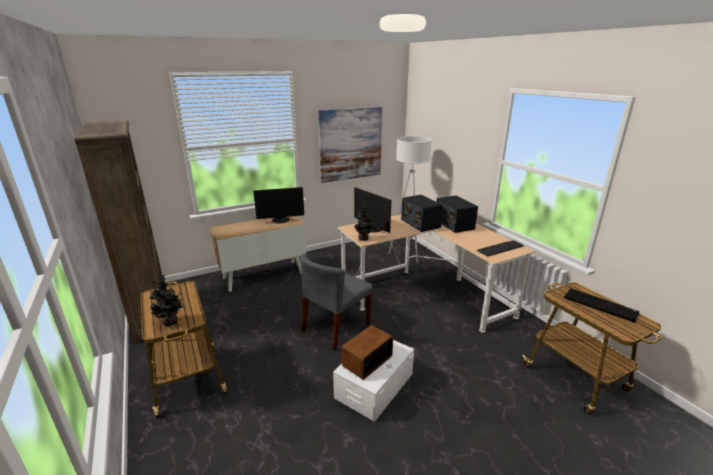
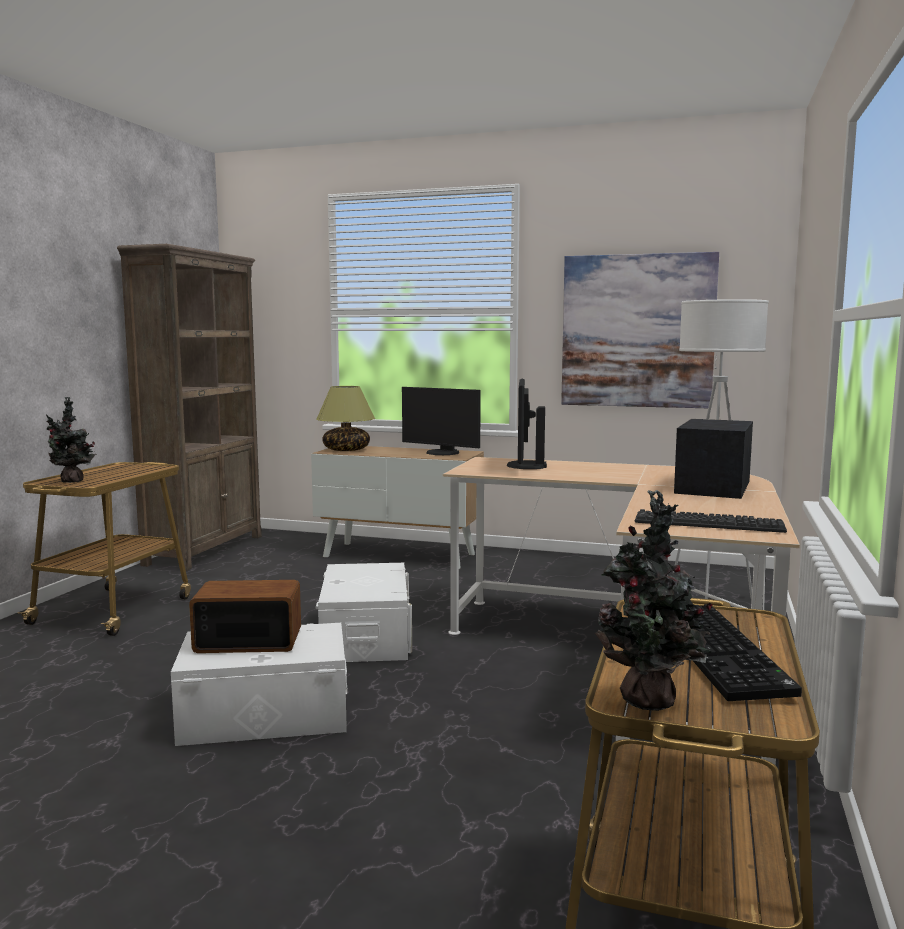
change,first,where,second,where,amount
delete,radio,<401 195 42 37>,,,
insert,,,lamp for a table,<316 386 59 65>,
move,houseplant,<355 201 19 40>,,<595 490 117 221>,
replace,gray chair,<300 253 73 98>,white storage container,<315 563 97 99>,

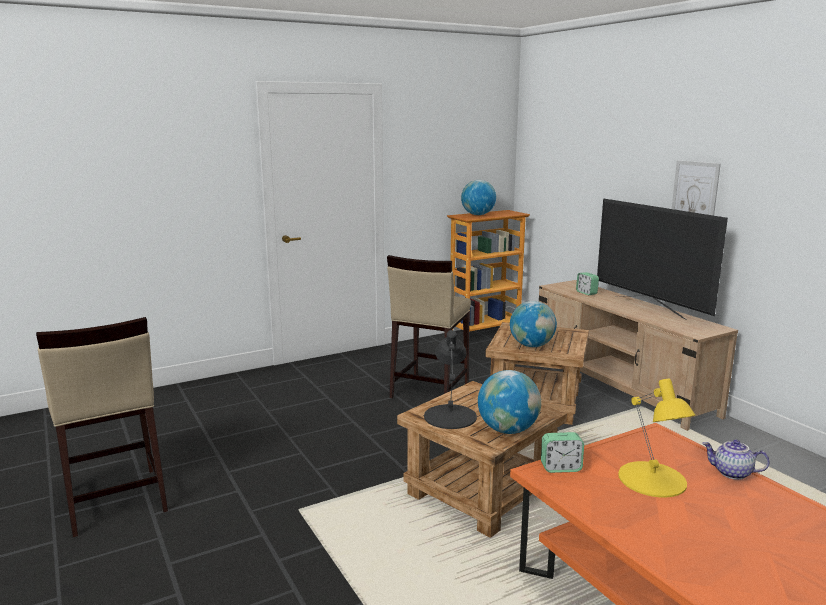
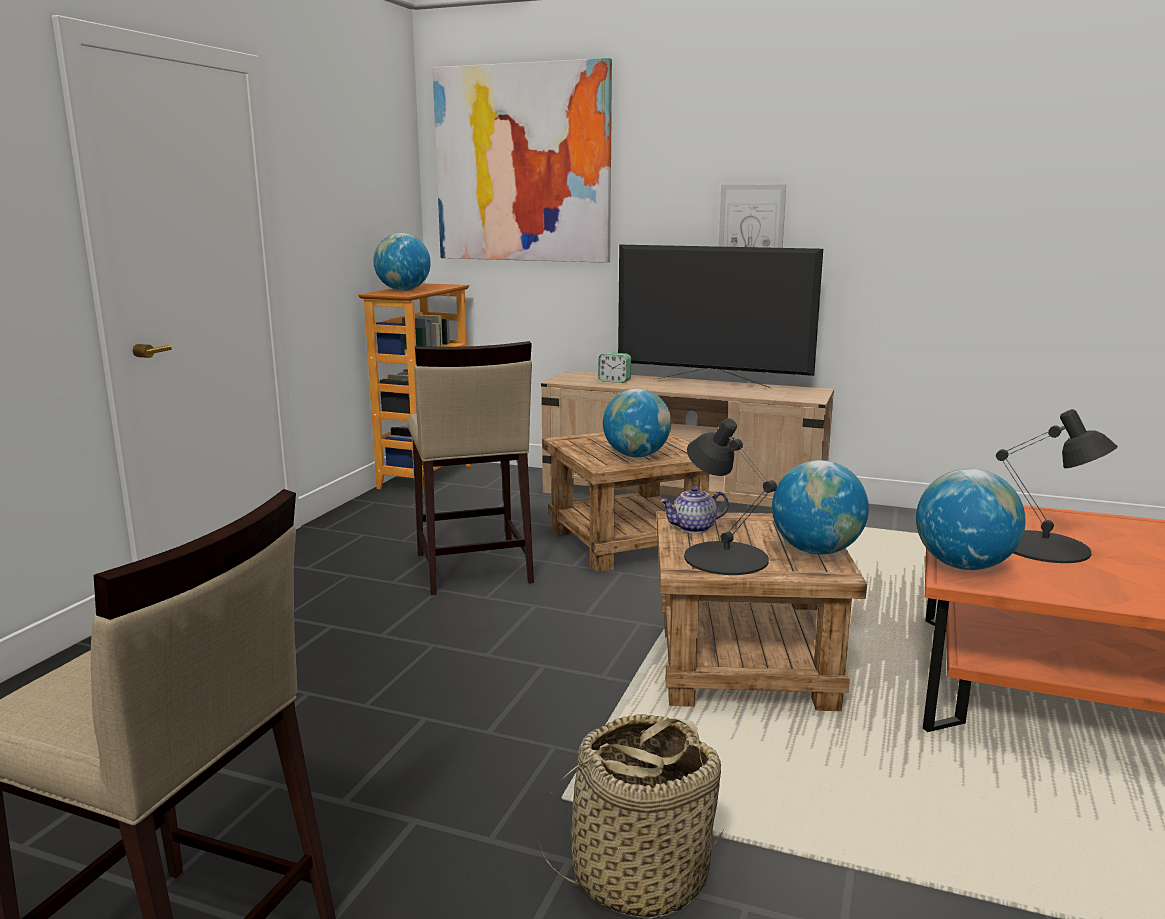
change,first,where,second,where,amount
insert,,,picture,<433 58 179 205>,
insert,,,household basket,<539 714 186 205>,
move,teapot,<702 440 68 40>,,<660 486 69 47>,
replace,alarm clock,<541 432 43 41>,world globe,<916 469 110 101>,
recolor,yellow lamp for a table,<618 379 77 119>,black-coloured lamp for a table,<996 409 122 154>,

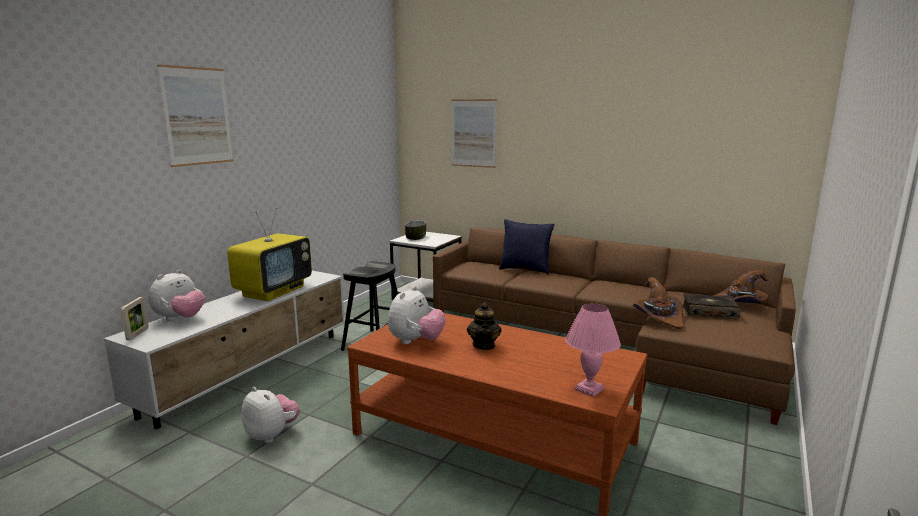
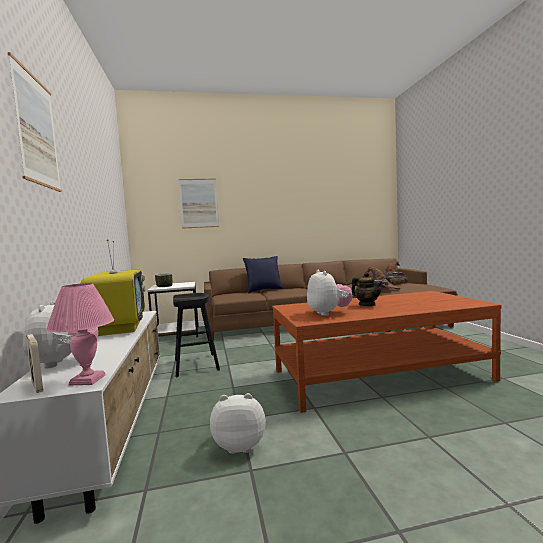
change,first,where,second,where,amount
move,pink-coloured lamp for a table,<565 303 56 94>,,<46 283 68 102>,

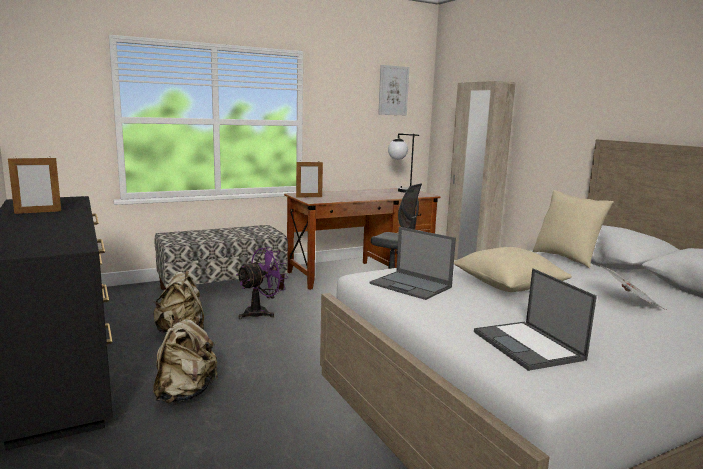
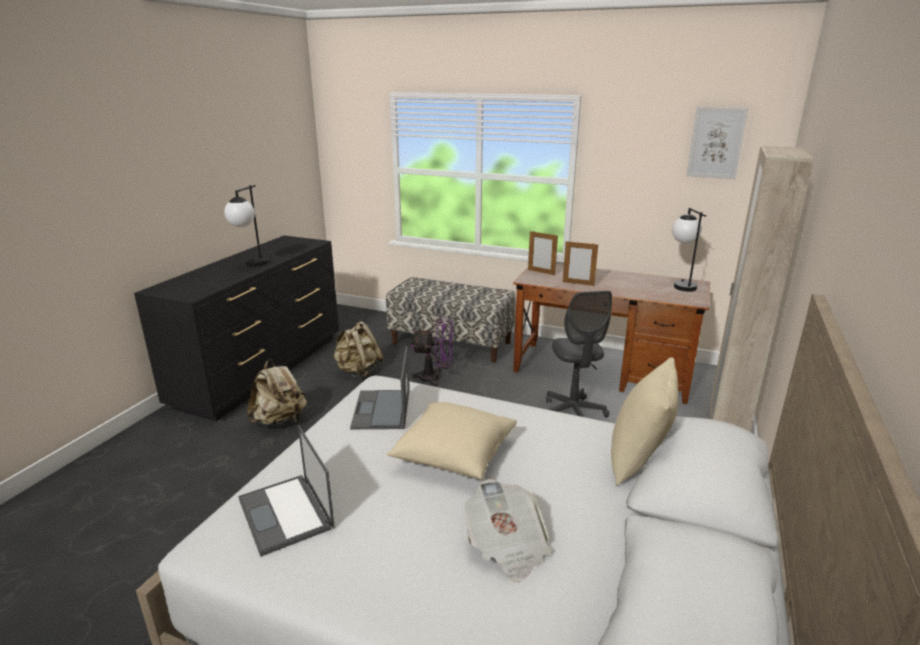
change,first,where,second,where,amount
insert,,,lamp for a table,<224 185 44 82>,
move,photo frame,<8 156 53 58>,,<563 241 35 45>,
rotate,portable computer,<474 268 123 103>,,<238 425 97 132>,60 degrees counterclockwise

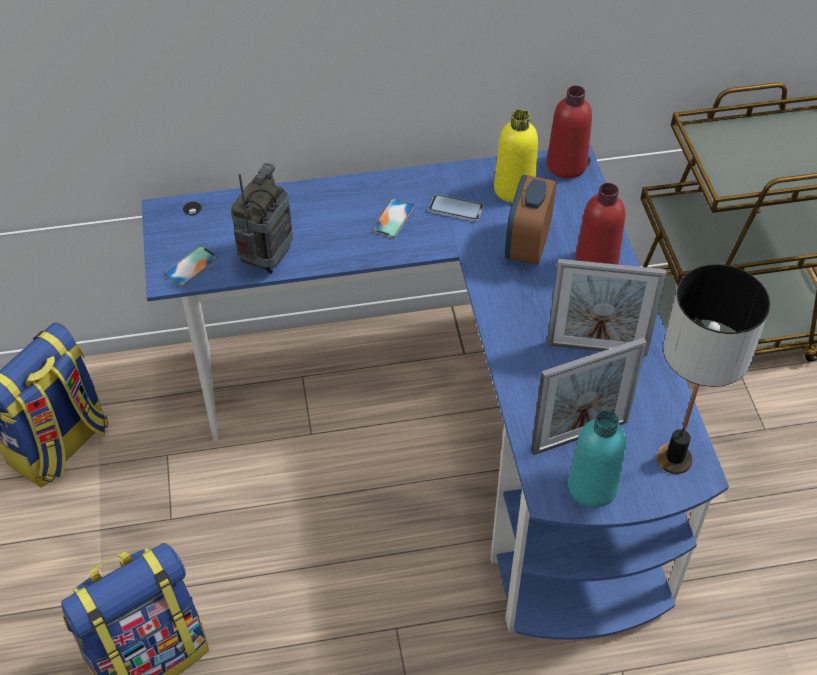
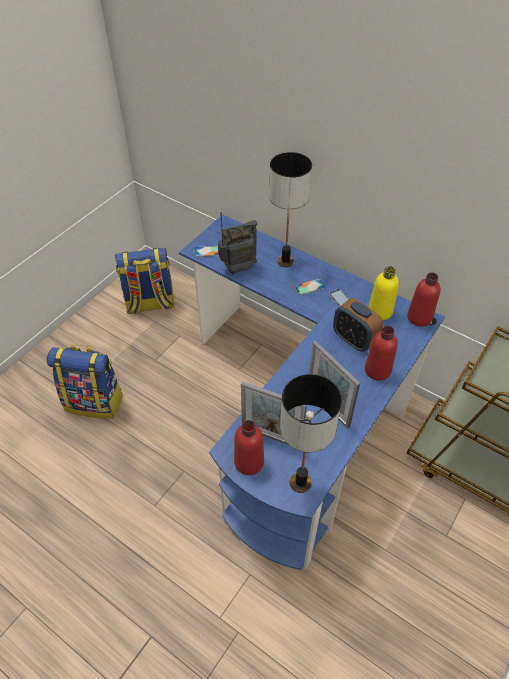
change,first,where,second,where,amount
insert,,,lamp for a table,<269 152 43 115>,
recolor,turquoise-coloured bottle,<568 410 58 98>,red-coloured bottle,<234 420 30 55>,
rotate,alarm clock,<505 175 51 90>,,<333 298 50 54>,105 degrees counterclockwise

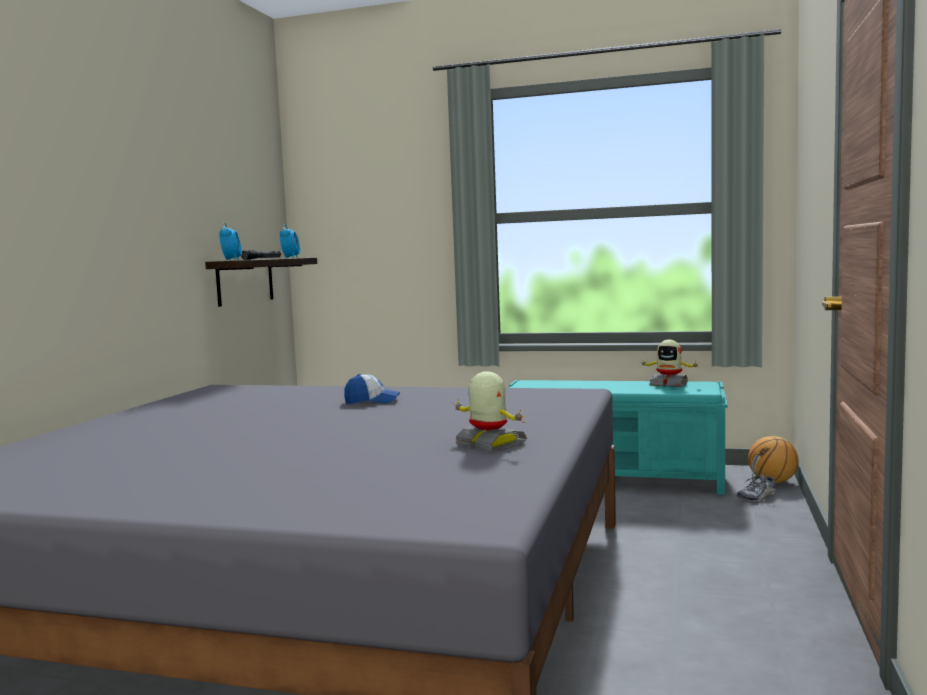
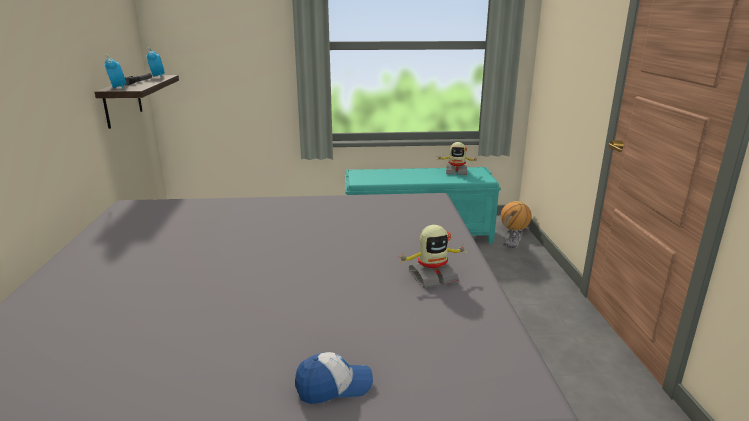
change,first,where,second,where,amount
move,peaked cap,<344 374 56 30>,,<295 352 78 52>,
rotate,robot figure,<452 371 75 80>,,<401 225 65 63>,135 degrees clockwise

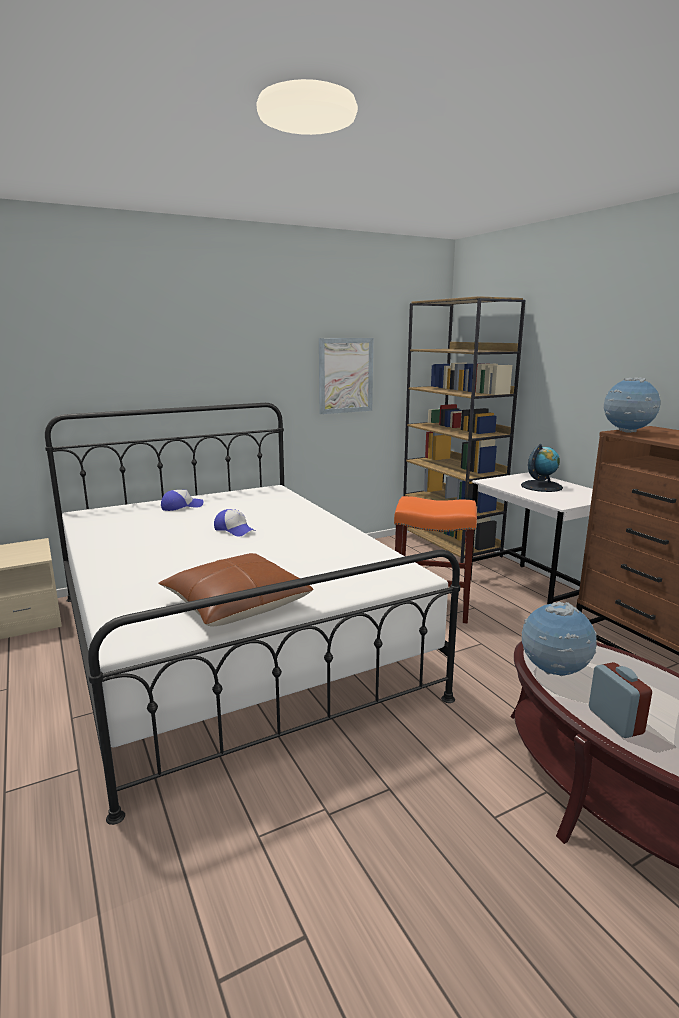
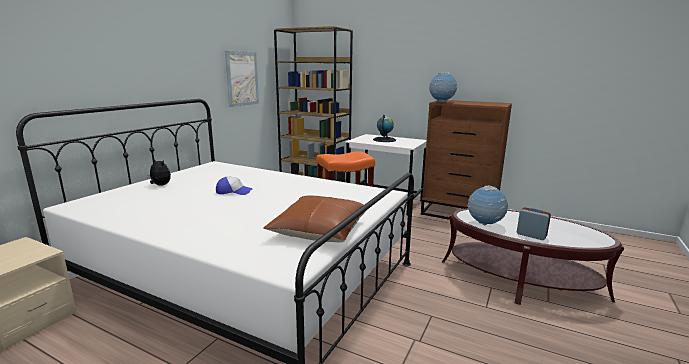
change,first,where,second,where,amount
replace,peaked cap,<161 490 42 21>,plush toy,<147 159 24 27>,

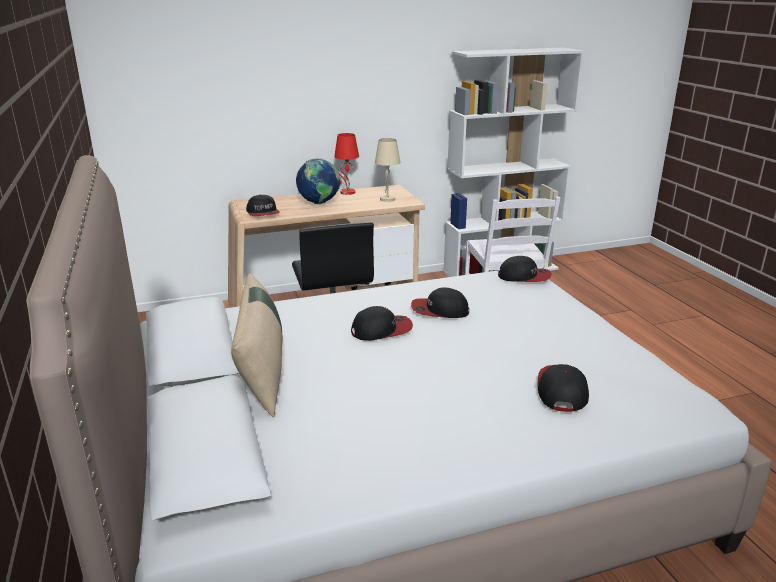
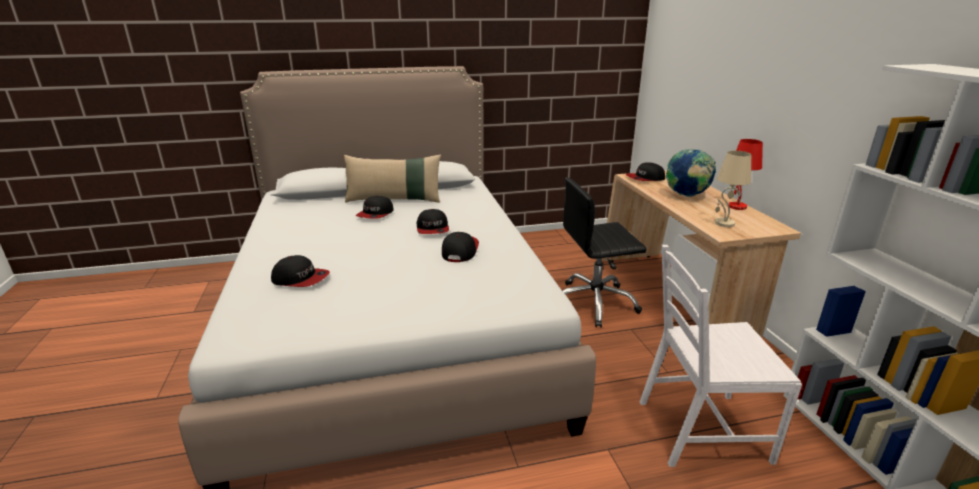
change,first,where,second,where,amount
move,peaked cap,<498 256 54 26>,,<356 196 38 23>,

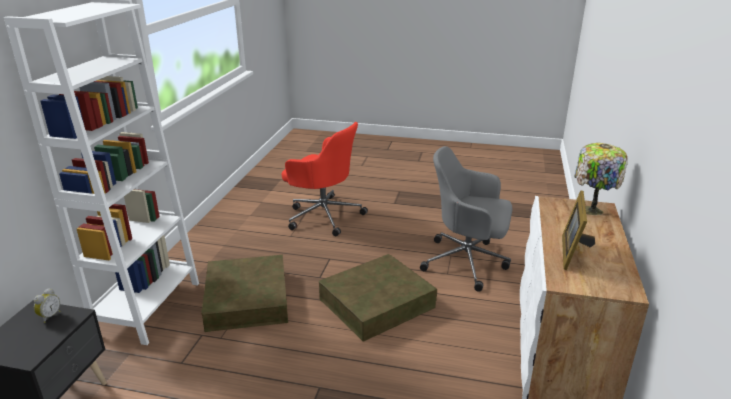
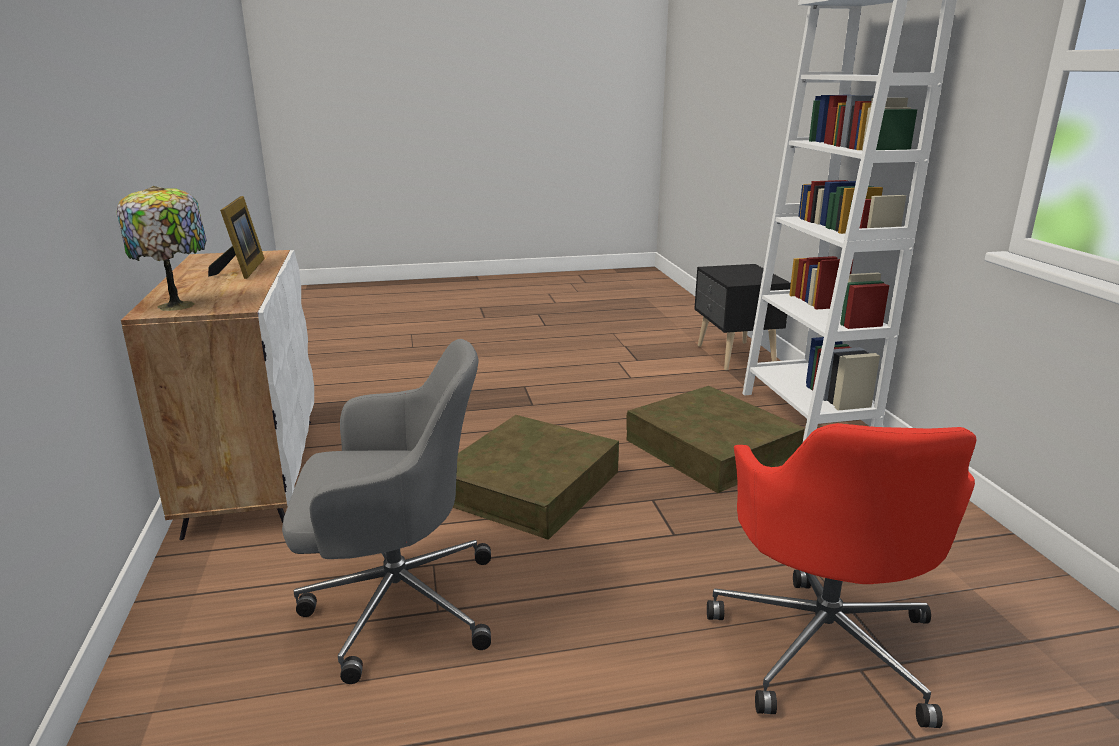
change,first,where,second,where,amount
delete,alarm clock,<34 288 26 35>,,,
rotate,red-coloured computer chair,<282 122 86 114>,,<707 423 270 305>,90 degrees counterclockwise

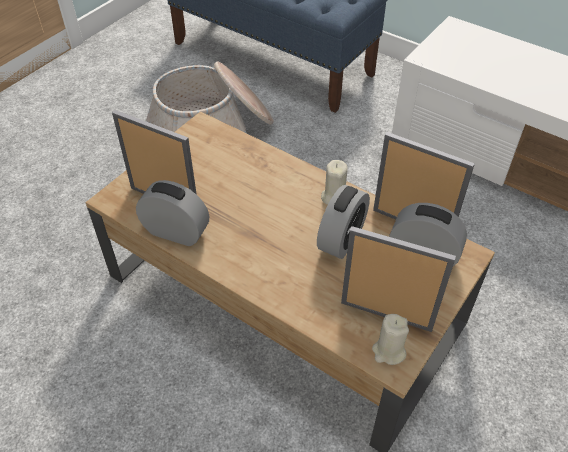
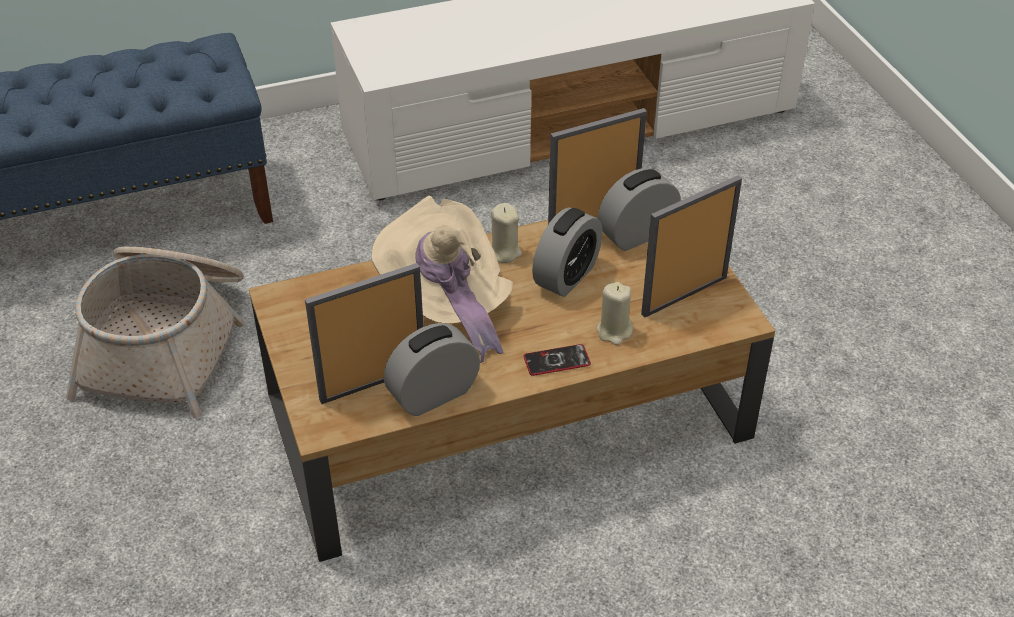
change,first,where,second,where,amount
insert,,,sand-coloured hat,<371 196 142 167>,
insert,,,handset,<524 344 67 32>,
move,sand-coloured wax light,<372 314 37 51>,,<597 282 36 63>,
rotate,alarm clock,<317 185 53 74>,,<532 207 71 90>,60 degrees clockwise

